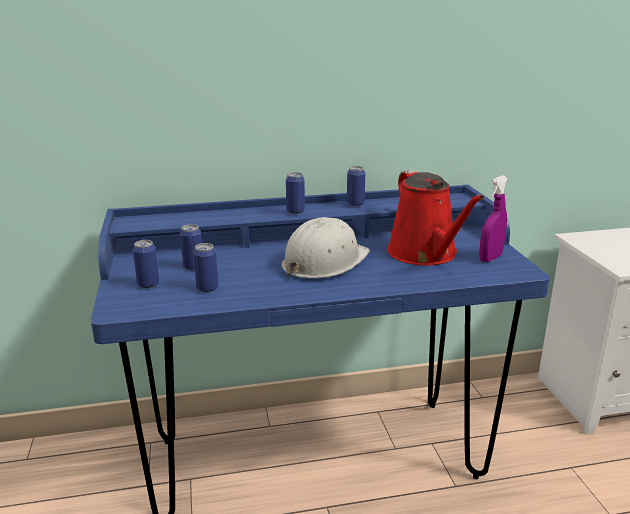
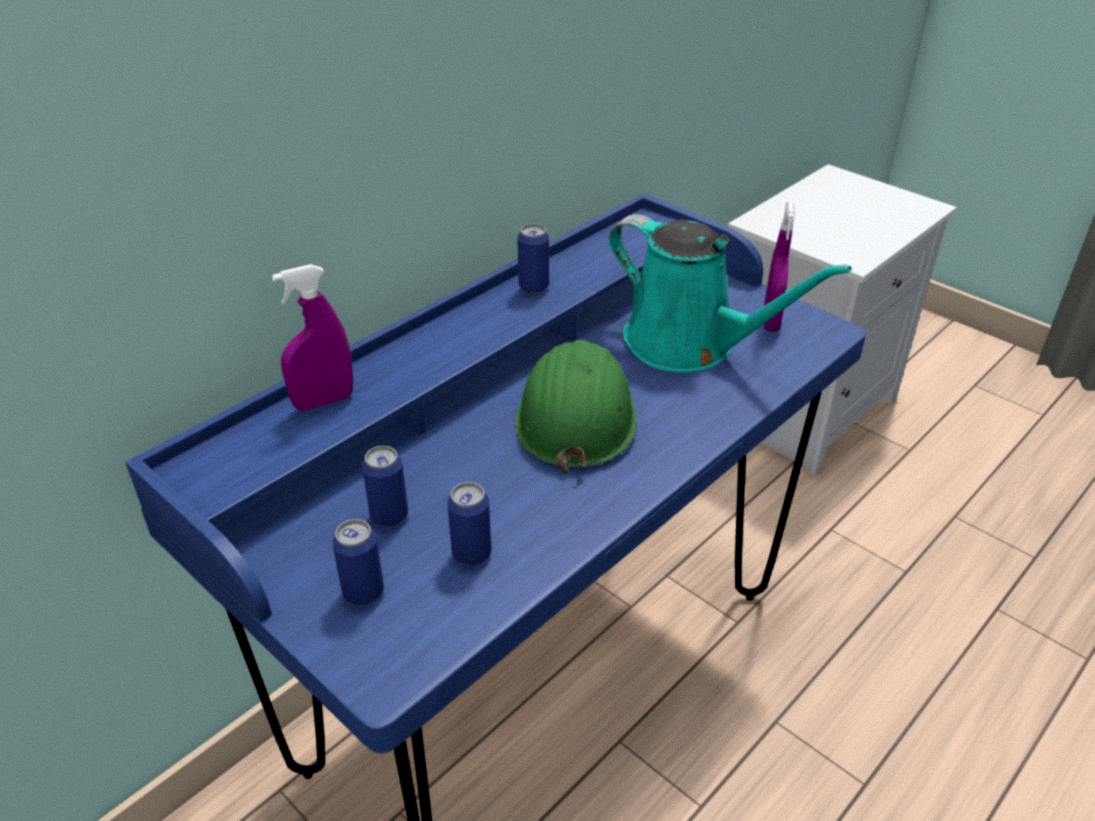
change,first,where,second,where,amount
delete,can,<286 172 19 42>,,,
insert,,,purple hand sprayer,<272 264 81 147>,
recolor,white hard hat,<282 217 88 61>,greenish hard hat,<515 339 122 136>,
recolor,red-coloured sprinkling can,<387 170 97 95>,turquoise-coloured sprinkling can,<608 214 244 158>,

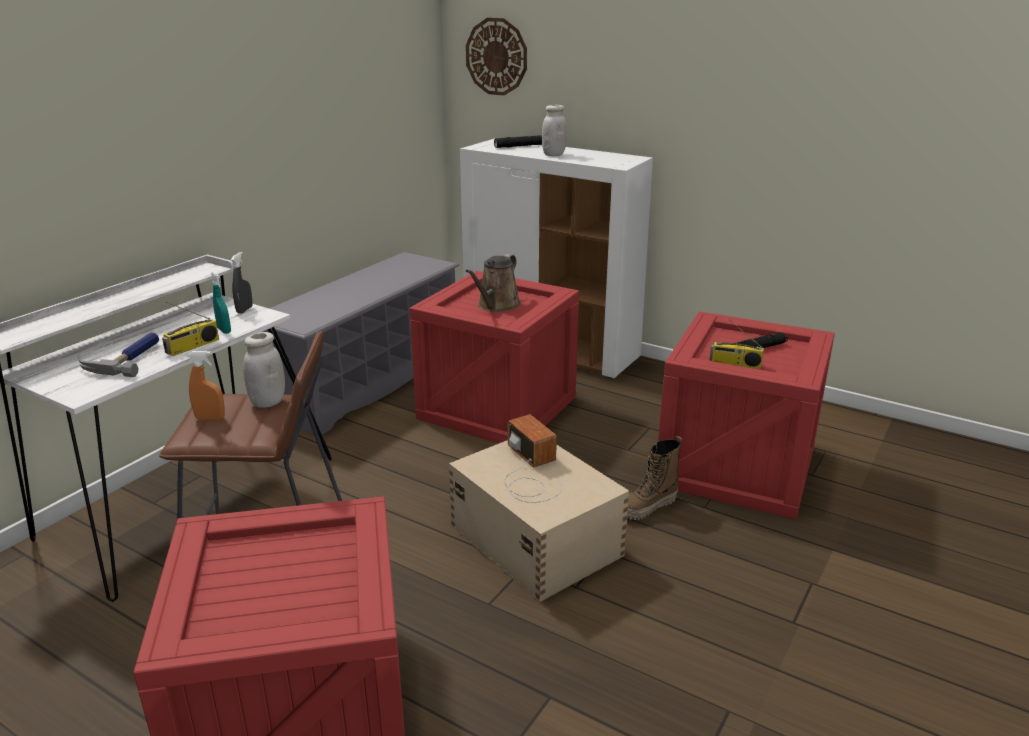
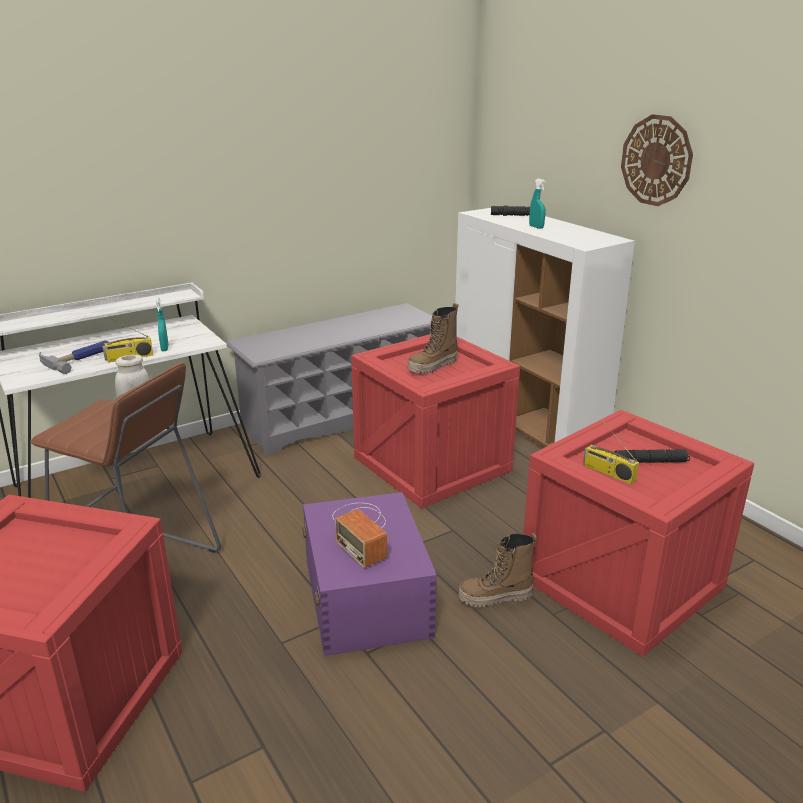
change,first,where,second,where,amount
delete,orange hand sprayer,<188 351 37 69>,,,
delete,gray hand sprayer,<231 252 22 62>,,,
move,wall clock,<466 18 61 78>,,<621 114 72 92>,
replace,brownish sprinkling can,<466 254 55 58>,tall boot,<408 303 51 71>,
replace,white jar,<542 105 25 51>,turquoise-coloured hand sprayer,<529 179 17 50>,
recolor,sand-coloured storage container,<449 440 180 162>,purple storage container,<302 492 135 164>,
rotate,radio,<504 414 58 89>,,<332 503 55 65>,150 degrees clockwise

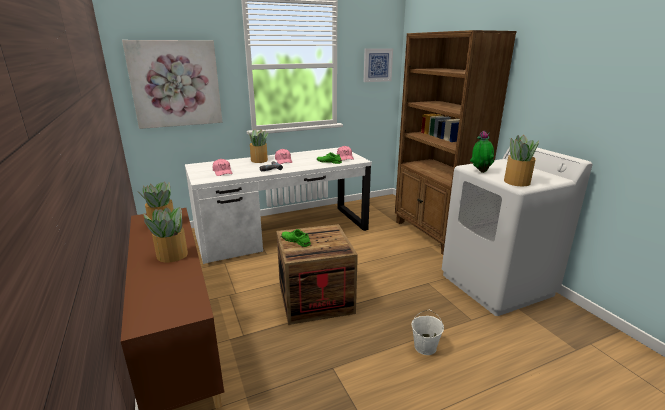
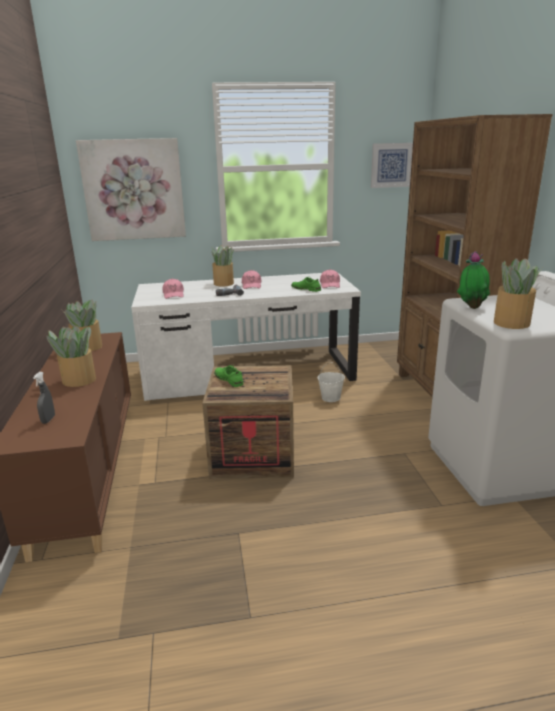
change,first,where,second,where,amount
insert,,,gray hand sprayer,<33 372 22 52>,
move,white pail,<412 310 32 45>,,<318 362 27 40>,

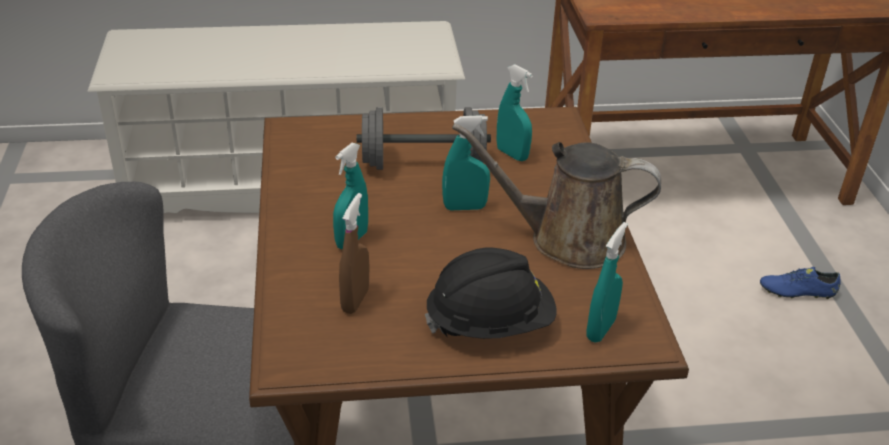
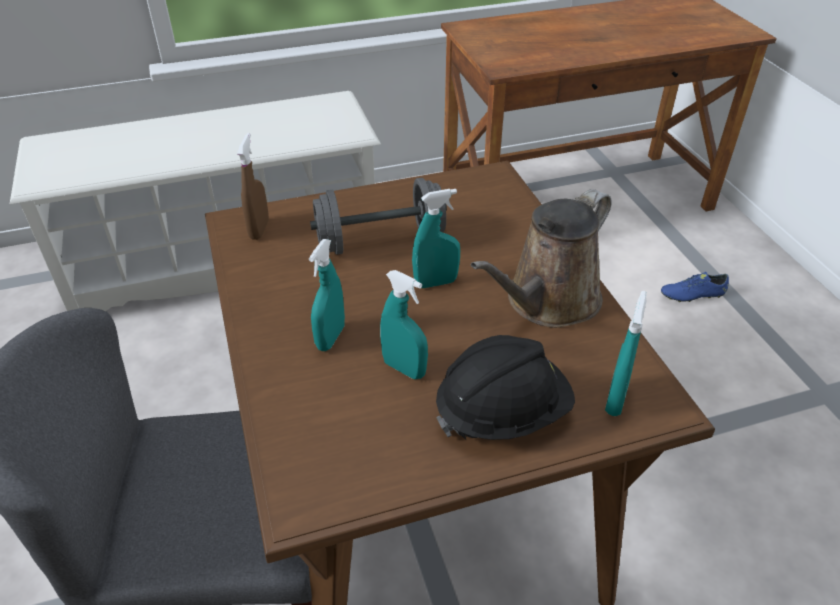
change,first,where,second,where,amount
move,brownish hand sprayer,<339 193 30 121>,,<237 133 32 107>,
move,turquoise-coloured hand sprayer,<497 64 36 97>,,<380 270 48 109>,
rotate,brownish sprinkling can,<452 123 209 146>,,<471 189 141 139>,45 degrees counterclockwise

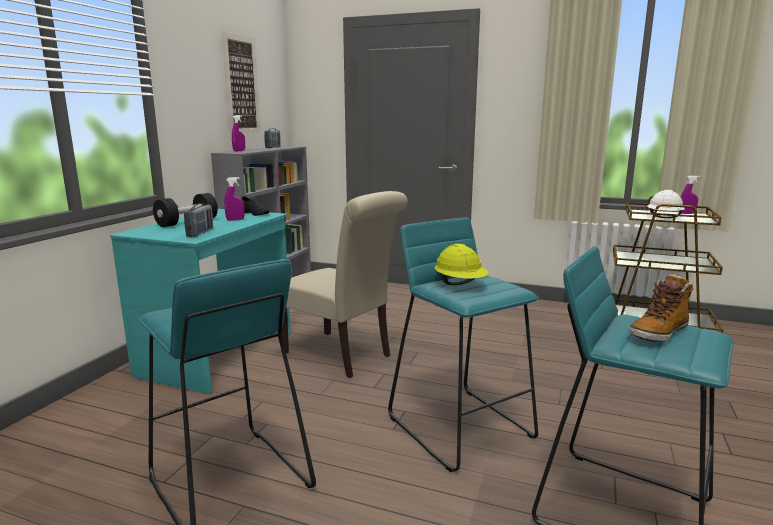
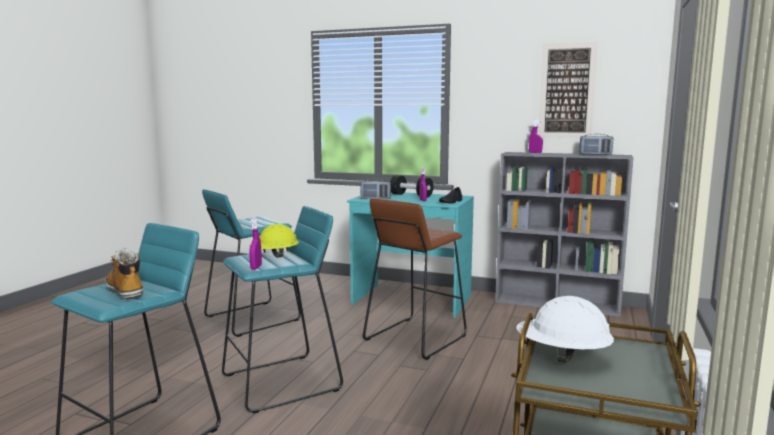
change,first,where,second,where,amount
move,purple hand sprayer,<681 176 19 38>,,<249 218 13 52>,
replace,sand-coloured chair,<281 191 127 187>,brownish sitting stool,<363 199 104 161>,

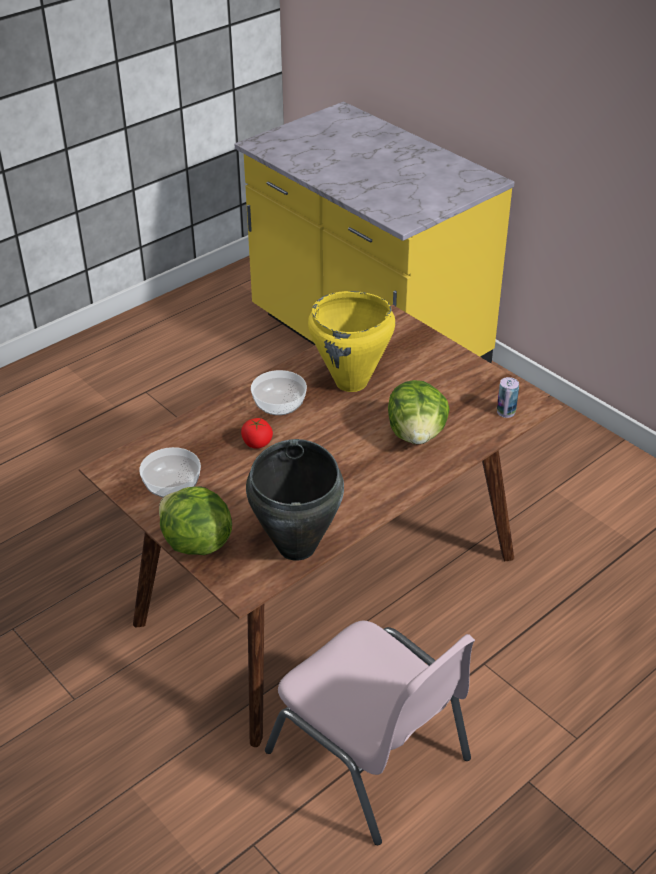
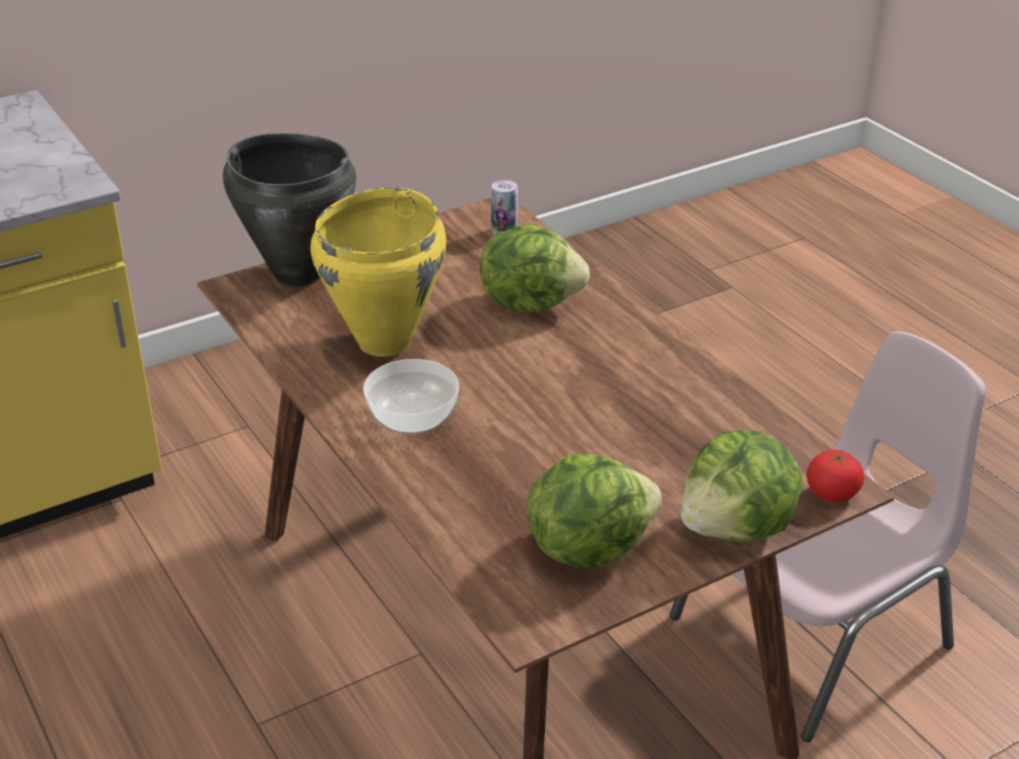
change,first,where,second,where,amount
move,tomato,<241 418 32 31>,,<807 450 58 53>,
move,black-coloured saucepot,<246 439 98 122>,,<223 133 133 154>,
replace,serving bowl,<139 447 62 50>,lettuce head,<527 454 135 115>,

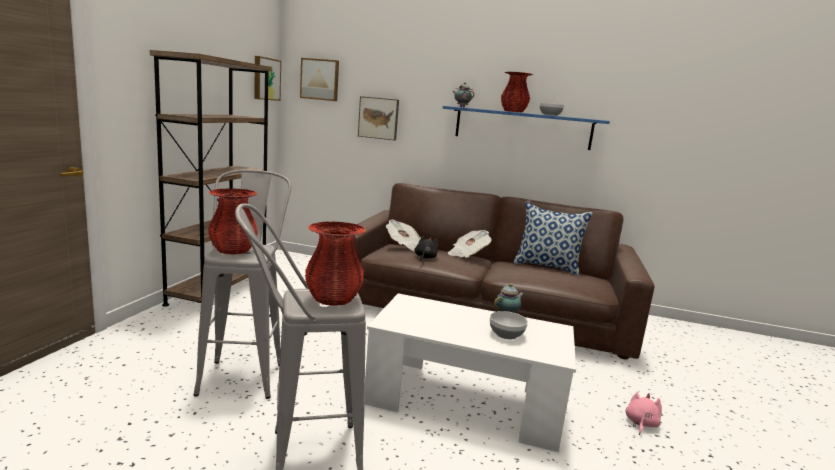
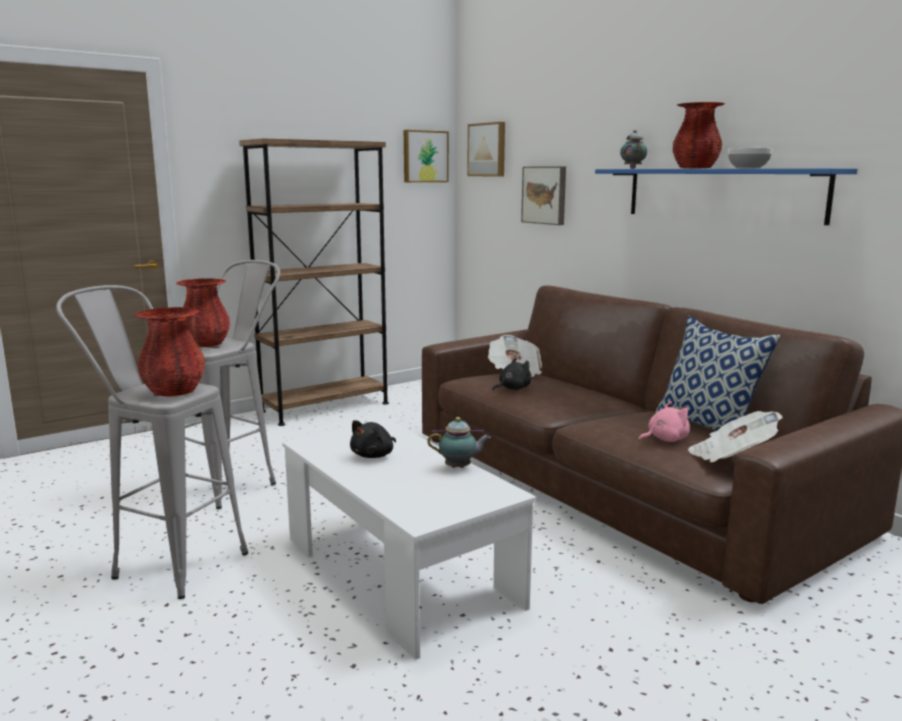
change,first,where,second,where,amount
delete,serving bowl,<490 311 38 28>,,,
insert,,,black-coloured plush toy,<350 420 46 38>,
move,daily paper,<448 230 44 28>,,<688 411 95 51>,
move,pink-coloured plush toy,<626 391 36 44>,,<638 401 52 41>,

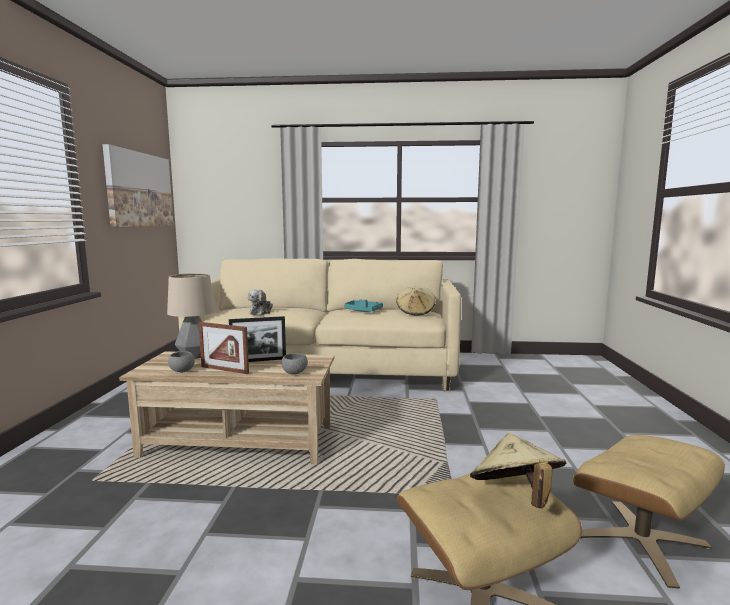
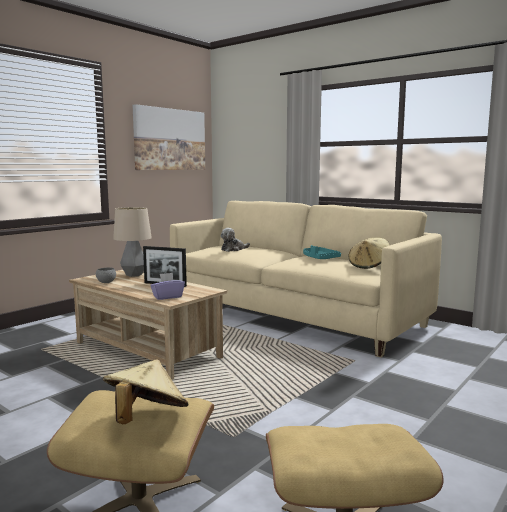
change,first,where,second,where,amount
delete,photo frame,<199 322 50 52>,,,
replace,gray serving bowl,<282 353 26 22>,purple box of tissues,<150 273 35 27>,

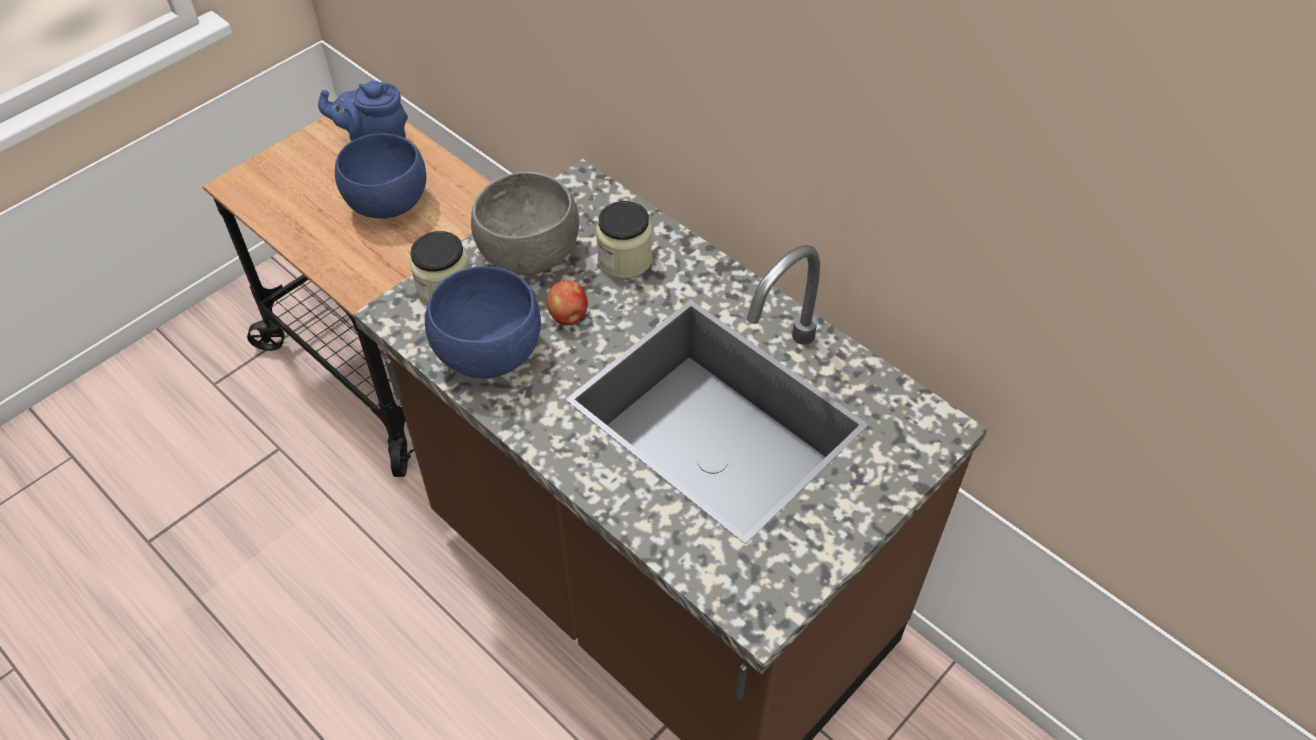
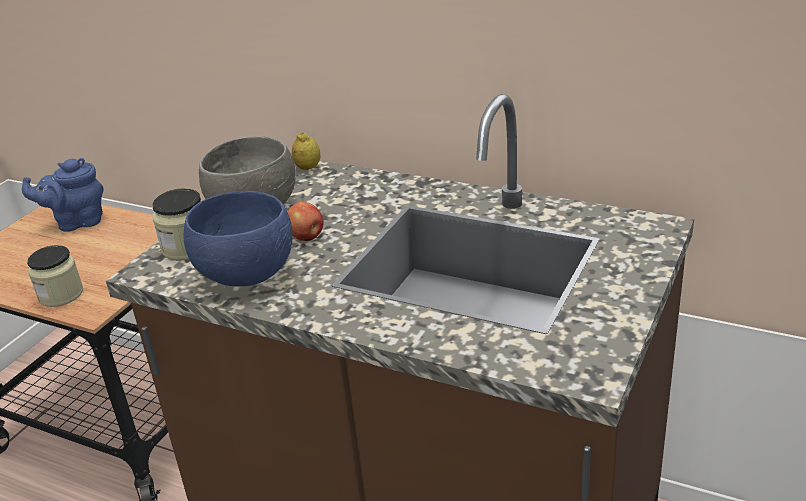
change,first,where,second,where,amount
delete,blue-coloured serving bowl,<335 133 91 85>,,,
insert,,,whole lemon,<292 133 28 37>,
move,jar,<596 201 56 77>,,<27 245 56 62>,

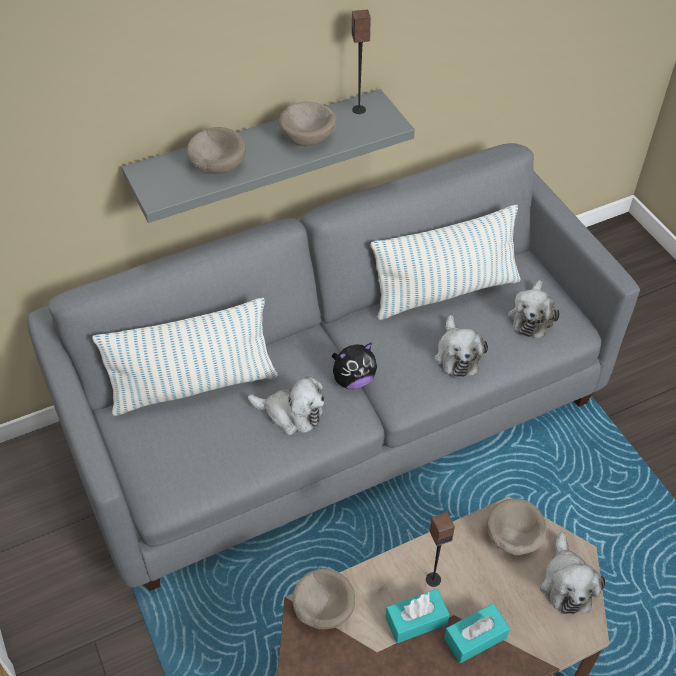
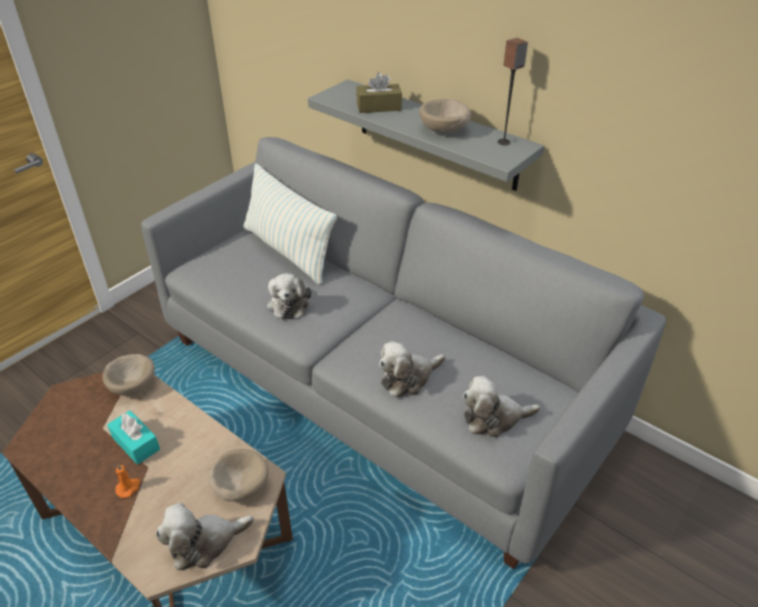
change,first,where,second,where,amount
delete,plush toy,<332 342 45 48>,,,
delete,throw pillow,<371 204 150 116>,,,
delete,audio speaker,<426 512 29 75>,,,
replace,sand-coloured serving bowl,<187 127 59 47>,brownish box of tissues,<356 72 46 41>,
replace,turquoise-coloured box of tissues,<444 603 66 60>,orange wax light,<115 464 25 34>,

